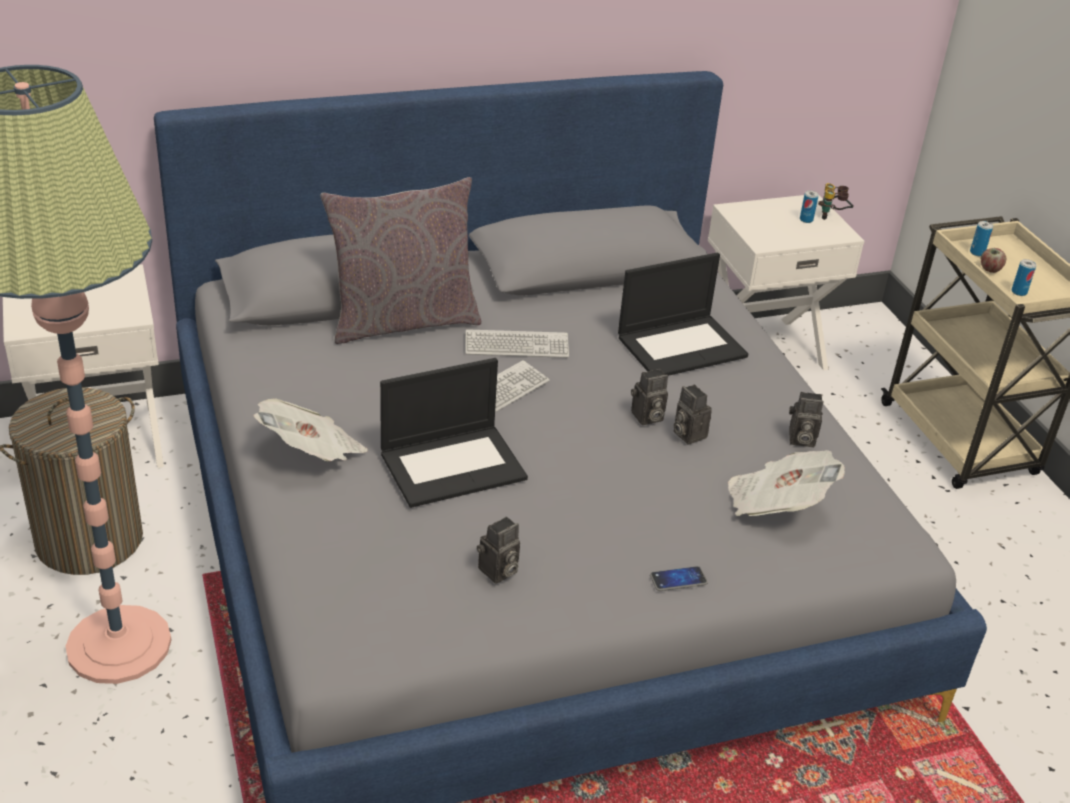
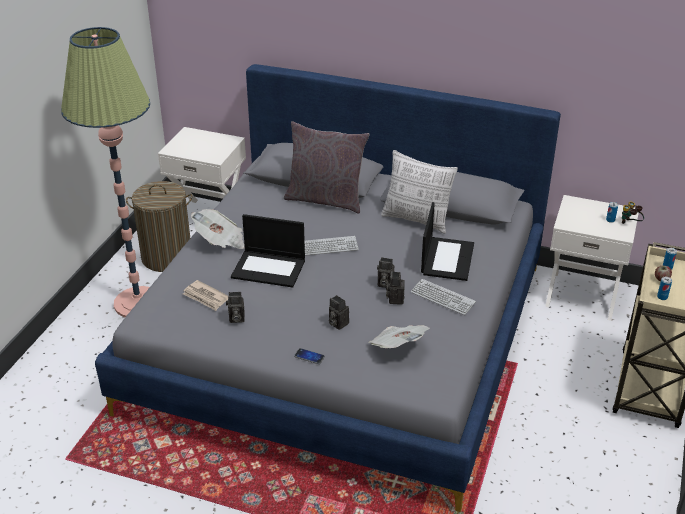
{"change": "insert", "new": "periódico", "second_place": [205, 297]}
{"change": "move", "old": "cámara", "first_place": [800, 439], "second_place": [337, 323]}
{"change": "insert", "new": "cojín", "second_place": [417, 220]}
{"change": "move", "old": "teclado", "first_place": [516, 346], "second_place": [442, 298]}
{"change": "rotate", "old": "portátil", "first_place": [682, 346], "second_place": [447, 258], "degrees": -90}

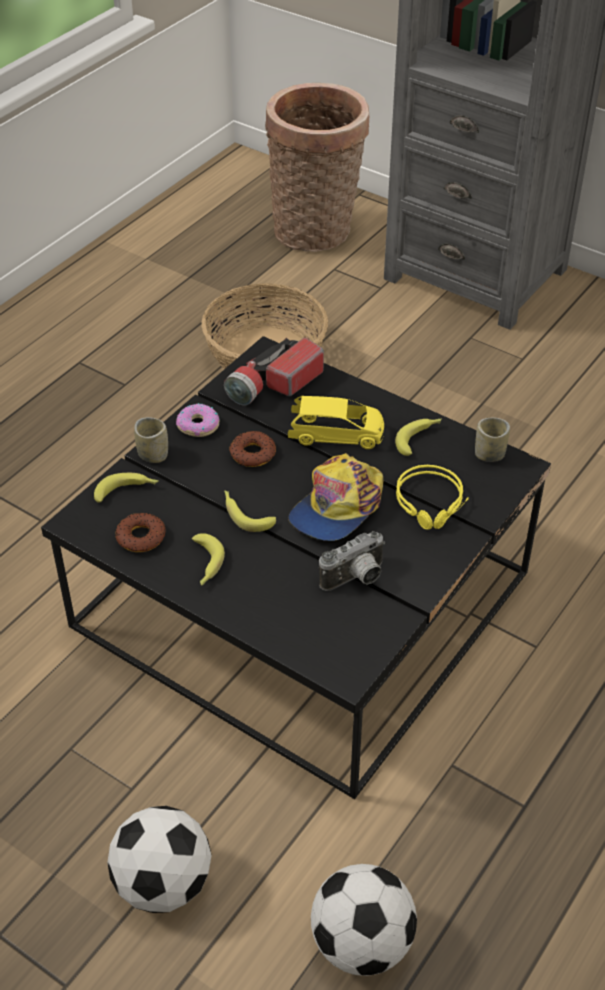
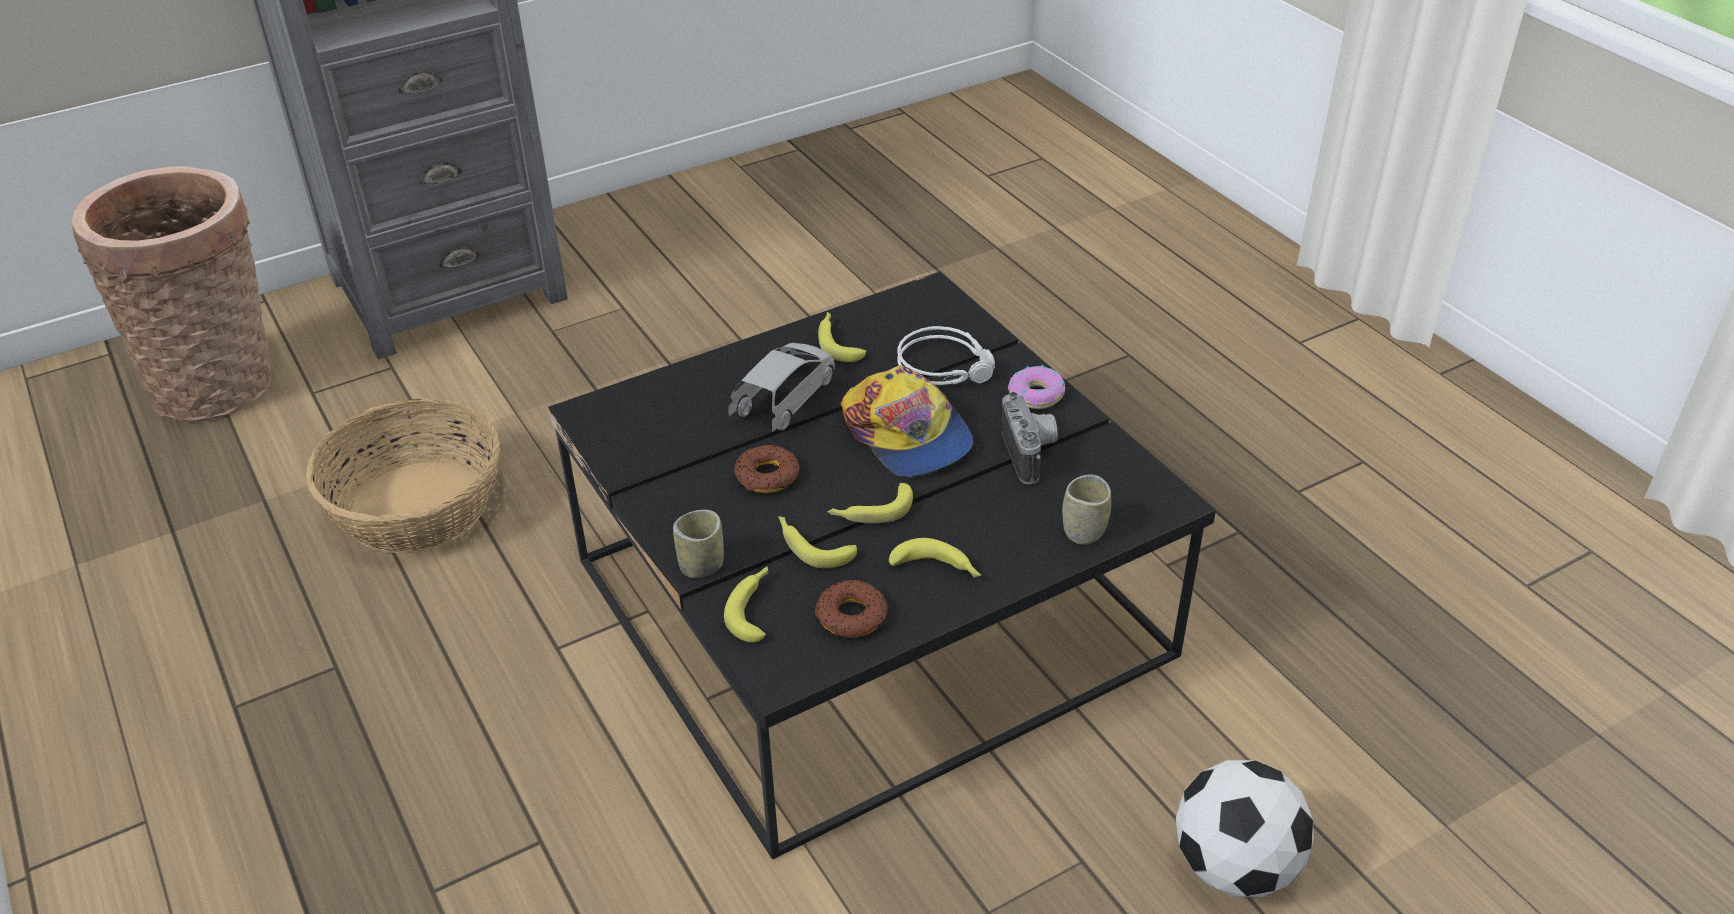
{"change": "recolor", "old": "coche de juguete (amarillo)", "new": "coche de juguete (gris)", "first_place": [336, 435], "second_place": [785, 400]}
{"change": "insert", "new": "plátano", "second_place": [812, 546]}
{"change": "recolor", "old": "auriculares (amarillo)", "new": "auriculares (gris)", "first_place": [431, 503], "second_place": [947, 365]}
{"change": "move", "old": "rosquilla", "first_place": [198, 425], "second_place": [1037, 395]}
{"change": "move", "old": "taza", "first_place": [489, 454], "second_place": [1084, 531]}
{"change": "delete", "old": "linterna", "first_place": [274, 384]}
{"change": "delete", "old": "balón de fútbol", "first_place": [361, 943]}

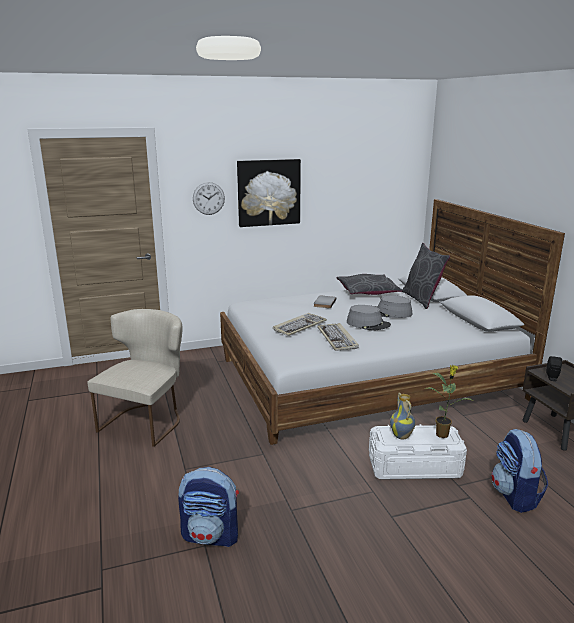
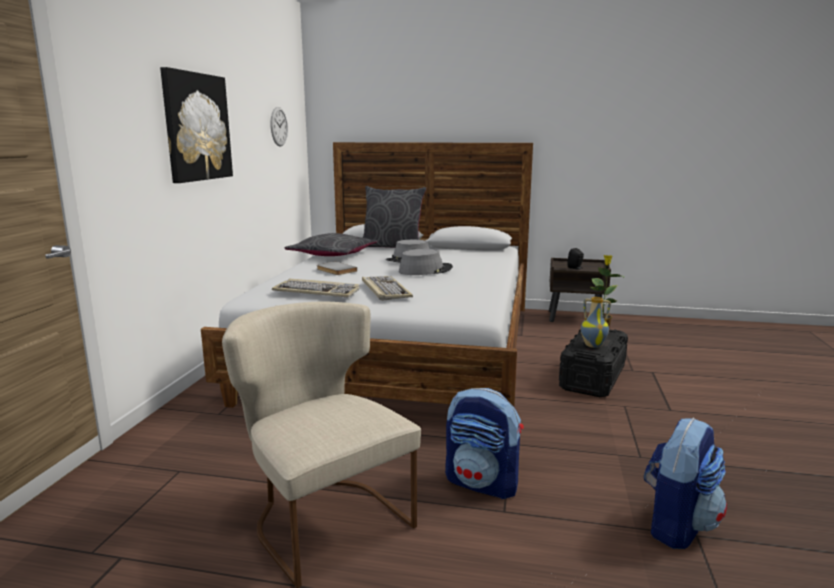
{"change": "move", "old": "reloj de pared", "first_place": [208, 198], "second_place": [278, 126]}
{"change": "move", "old": "teclado", "first_place": [337, 339], "second_place": [317, 291]}
{"change": "move", "old": "mochila", "first_place": [515, 496], "second_place": [483, 483]}
{"change": "recolor", "old": "caja de almacenaje (blanco)", "new": "caja de almacenaje (negro)", "first_place": [414, 467], "second_place": [593, 377]}

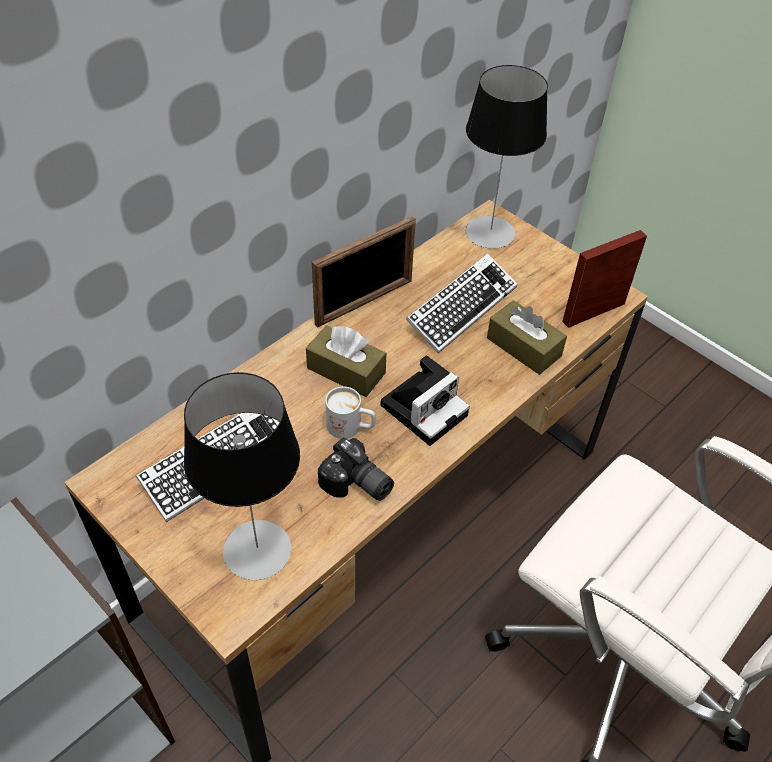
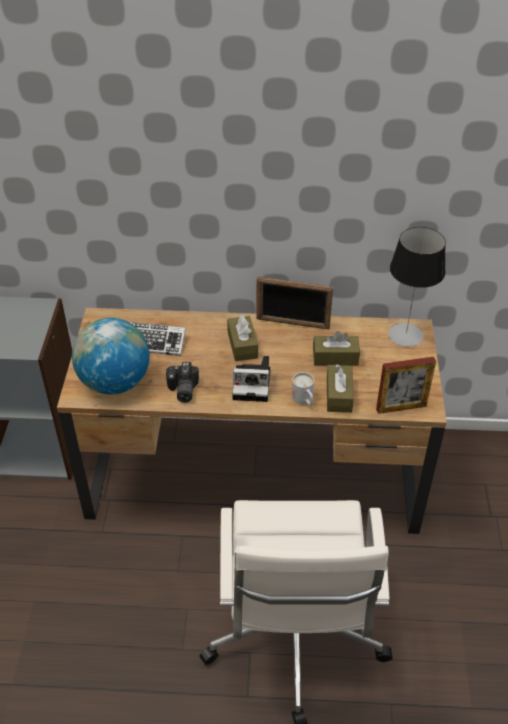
{"change": "replace", "old": "lámpara de mesa", "new": "globo terráqueo", "first_place": [257, 550], "second_place": [115, 382]}
{"change": "move", "old": "taza grande (blanco)", "first_place": [351, 427], "second_place": [304, 400]}
{"change": "replace", "old": "teclado", "new": "caja de pañuelos (marrón)", "first_place": [461, 308], "second_place": [335, 357]}
{"change": "rotate", "old": "portarretratos", "first_place": [593, 312], "second_place": [401, 407], "degrees": 150}

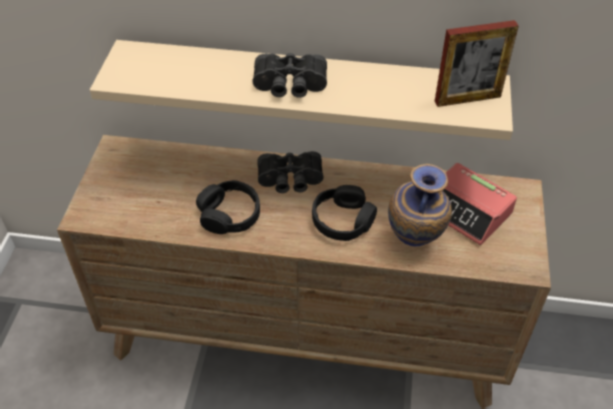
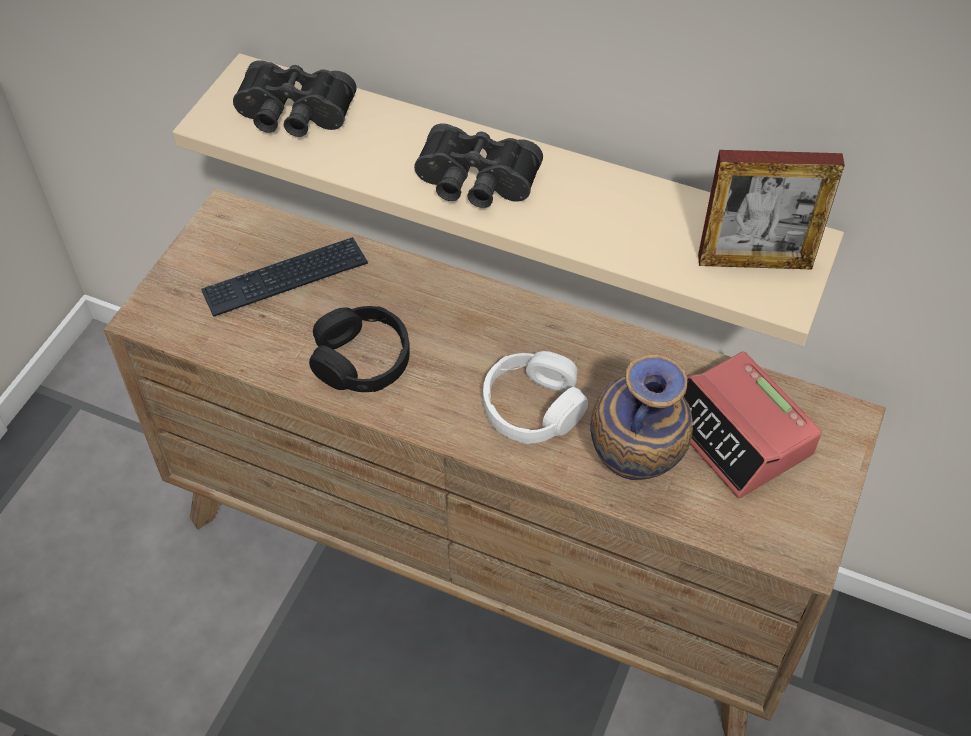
{"change": "insert", "new": "teclado", "second_place": [285, 278]}
{"change": "move", "old": "prismáticos (negro)", "first_place": [290, 181], "second_place": [293, 116]}
{"change": "recolor", "old": "auriculares (negro)", "new": "auriculares (blanco)", "first_place": [343, 220], "second_place": [532, 407]}

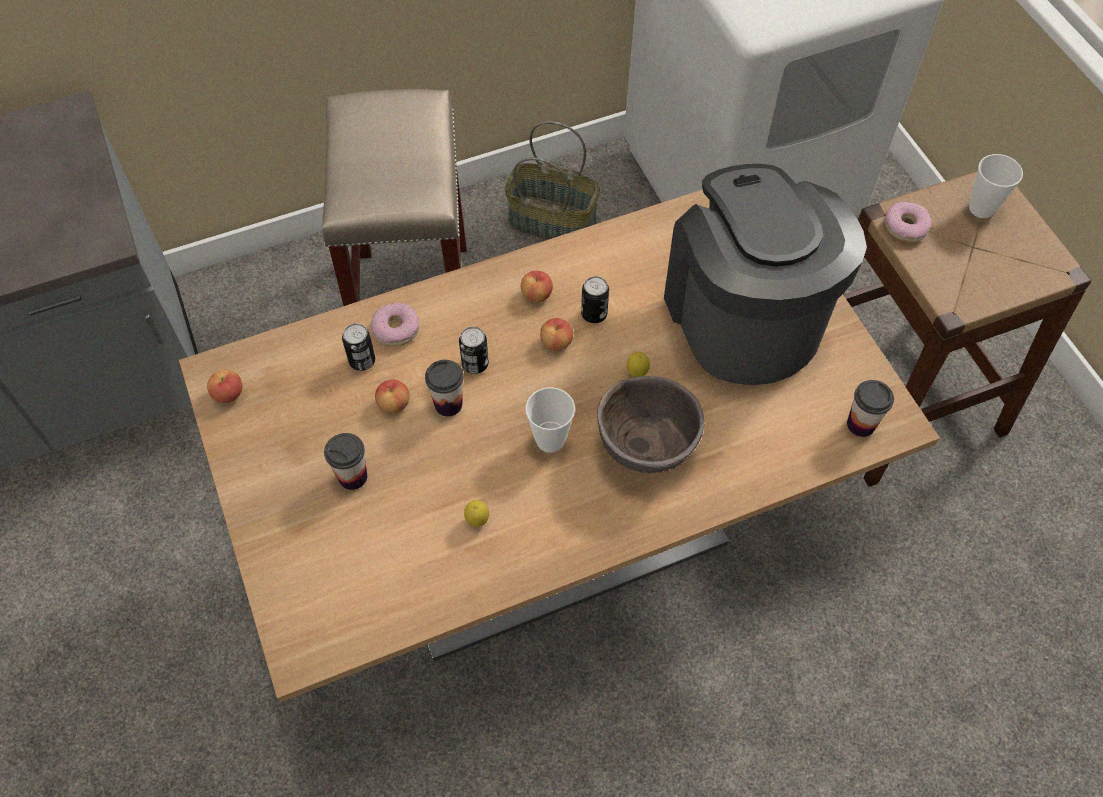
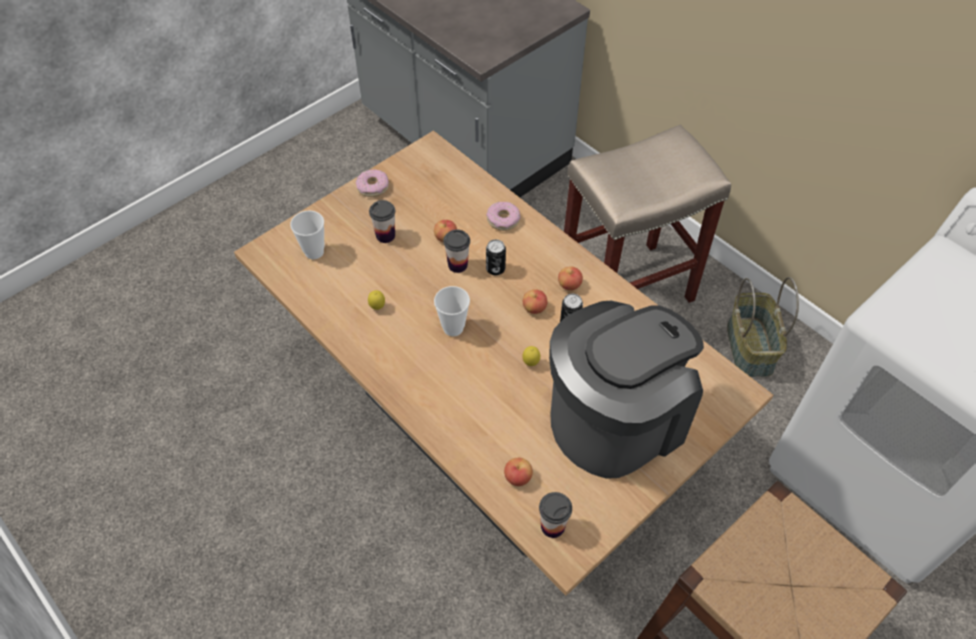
{"change": "move", "old": "taza", "first_place": [981, 208], "second_place": [314, 252]}
{"change": "move", "old": "rosquilla", "first_place": [906, 227], "second_place": [373, 187]}
{"change": "move", "old": "manzana", "first_place": [228, 394], "second_place": [518, 477]}
{"change": "delete", "old": "lata", "first_place": [362, 361]}
{"change": "delete", "old": "cuenco (marrón)", "first_place": [646, 448]}

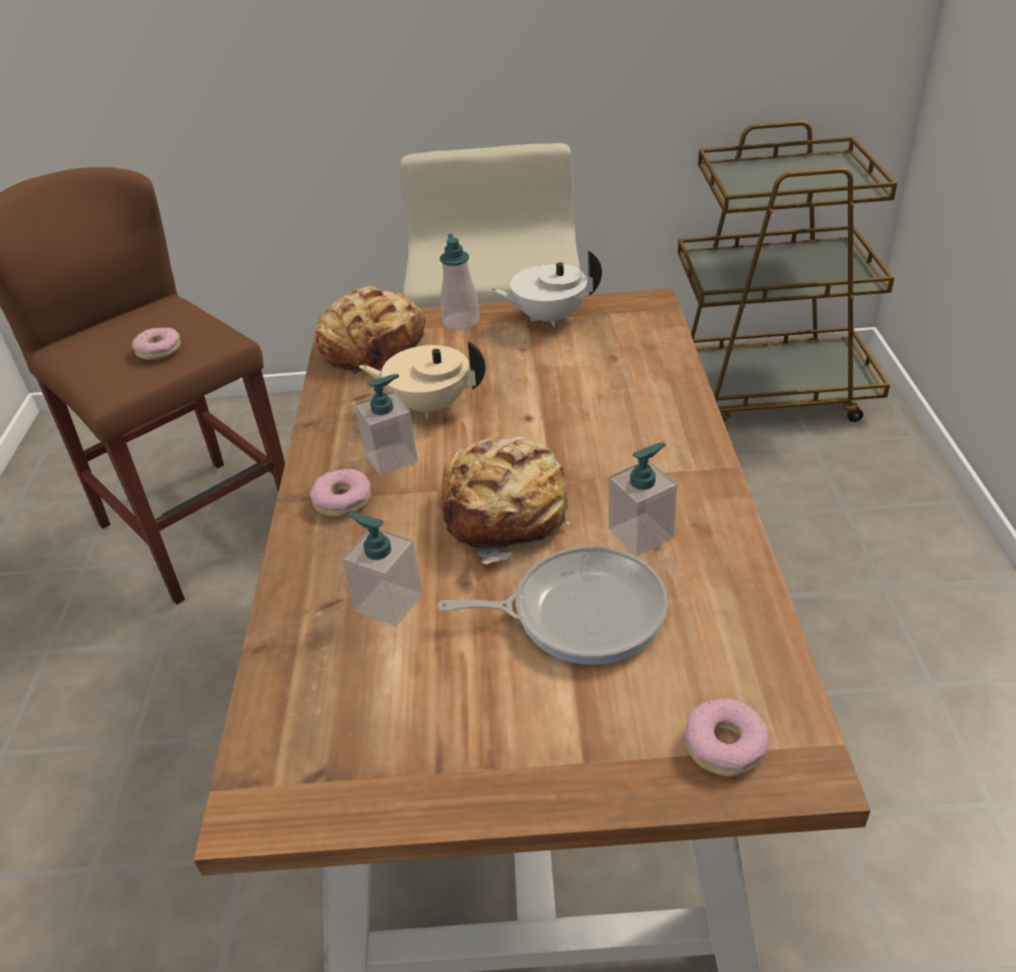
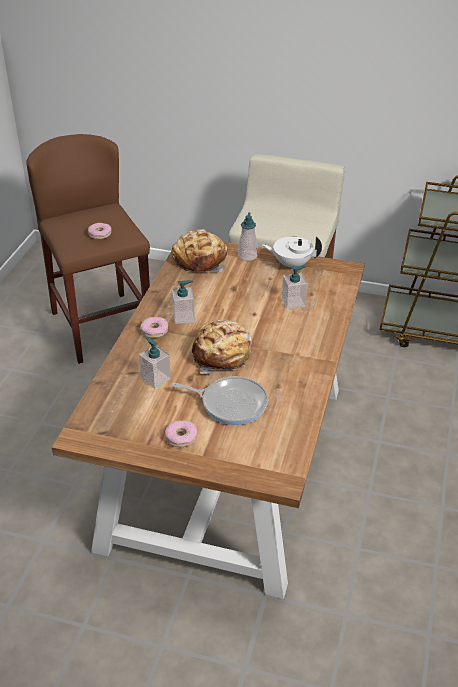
{"change": "move", "old": "rosquilla", "first_place": [724, 744], "second_place": [181, 437]}
{"change": "move", "old": "dispensador de jabón", "first_place": [641, 534], "second_place": [293, 302]}
{"change": "delete", "old": "tetera (beis)", "first_place": [429, 405]}

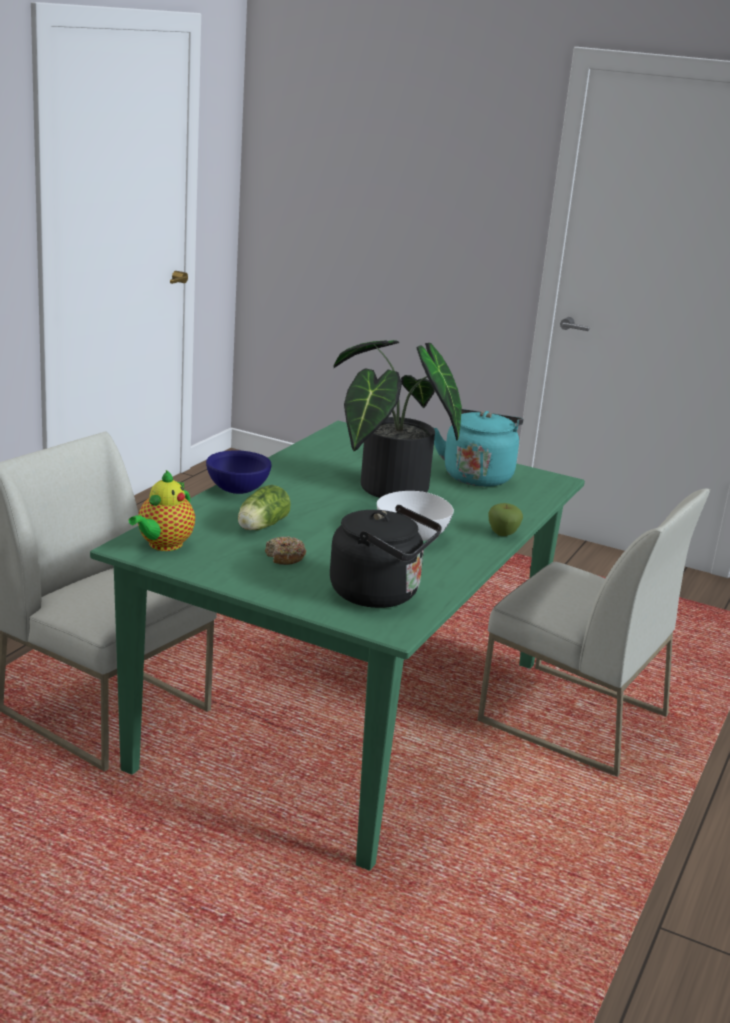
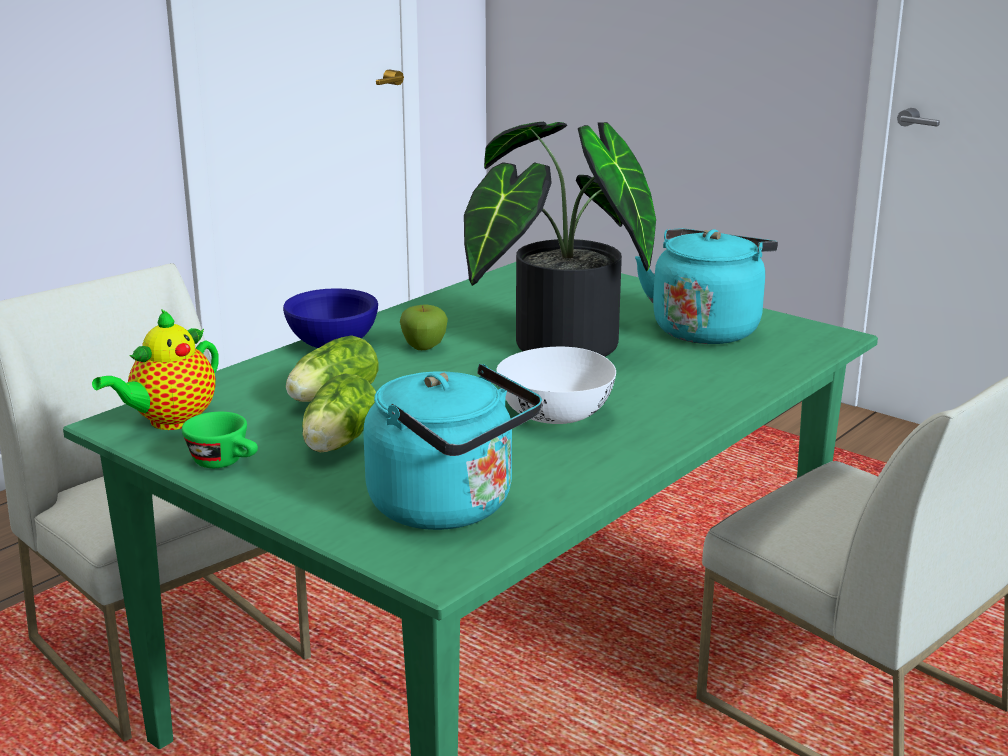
{"change": "insert", "new": "taza (verde)", "second_place": [225, 463]}
{"change": "replace", "old": "rosquilla", "new": "lechuga", "first_place": [285, 557], "second_place": [337, 444]}
{"change": "recolor", "old": "hervidor (negro)", "new": "hervidor (turquesa)", "first_place": [380, 595], "second_place": [450, 508]}
{"change": "move", "old": "manzana", "first_place": [503, 534], "second_place": [424, 347]}

